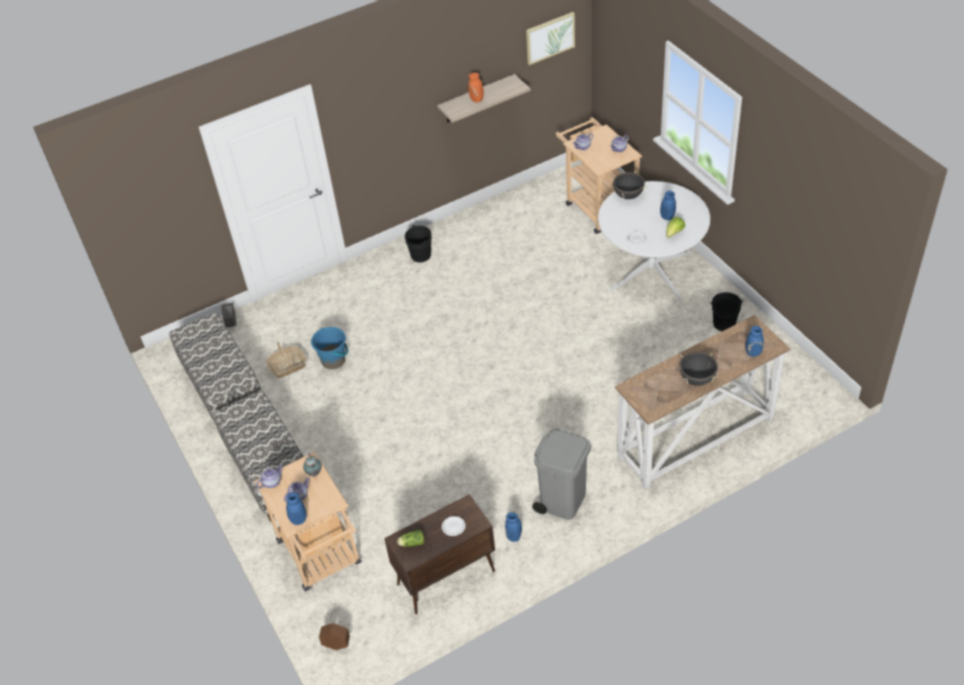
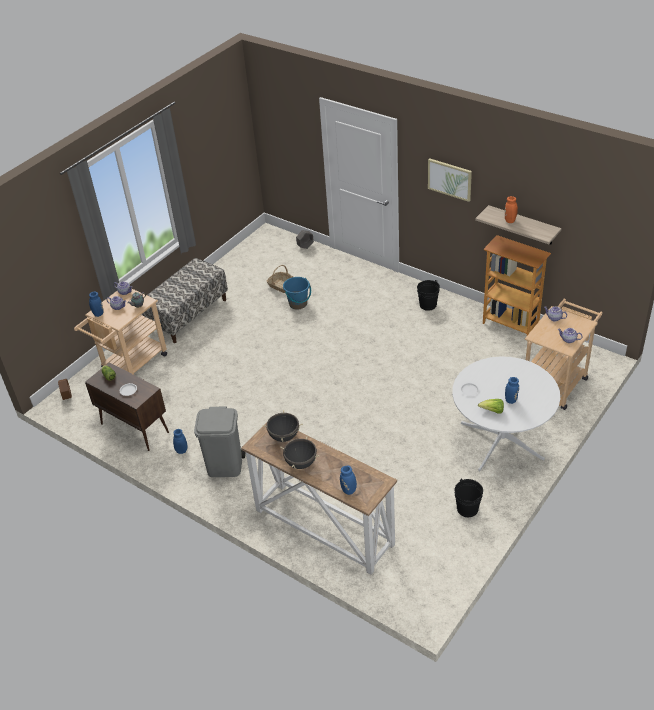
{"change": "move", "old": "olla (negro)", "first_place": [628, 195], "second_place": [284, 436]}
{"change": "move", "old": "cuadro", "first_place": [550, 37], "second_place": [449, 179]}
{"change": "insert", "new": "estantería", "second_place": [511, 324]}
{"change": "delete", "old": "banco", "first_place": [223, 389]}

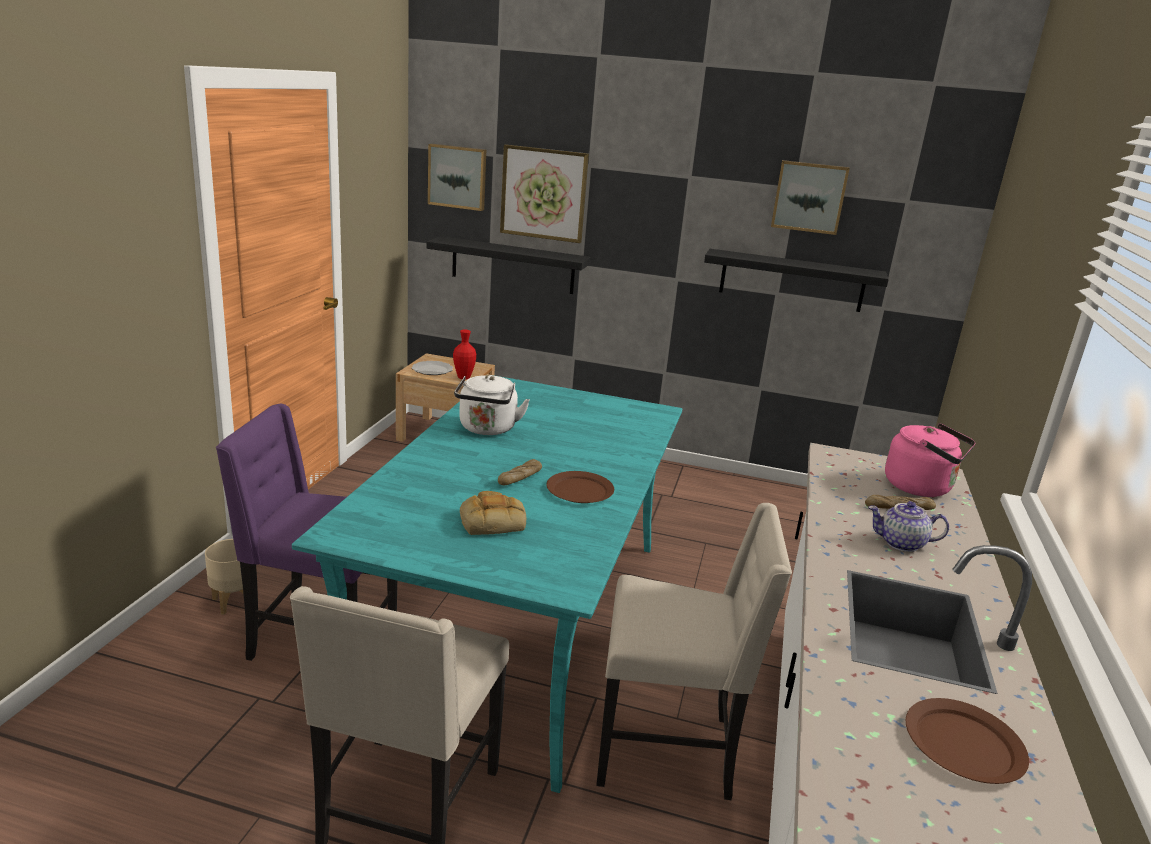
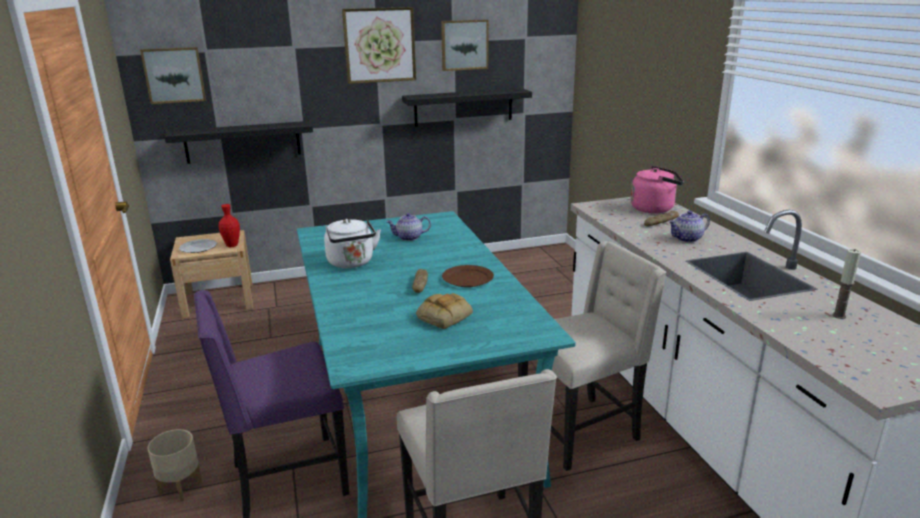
{"change": "move", "old": "cuadro", "first_place": [543, 193], "second_place": [379, 45]}
{"change": "insert", "new": "tetera", "second_place": [409, 238]}
{"change": "replace", "old": "plato (marrón)", "new": "vela", "first_place": [964, 745], "second_place": [839, 315]}

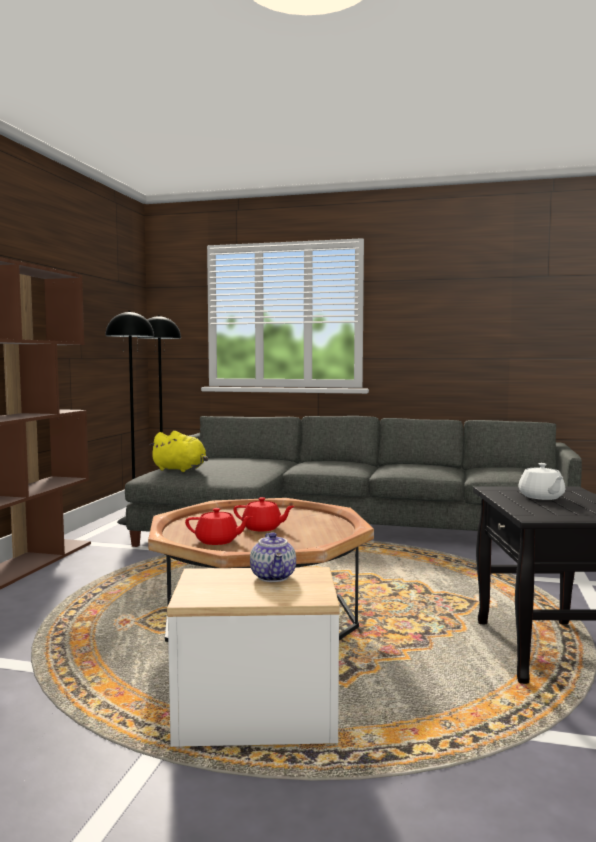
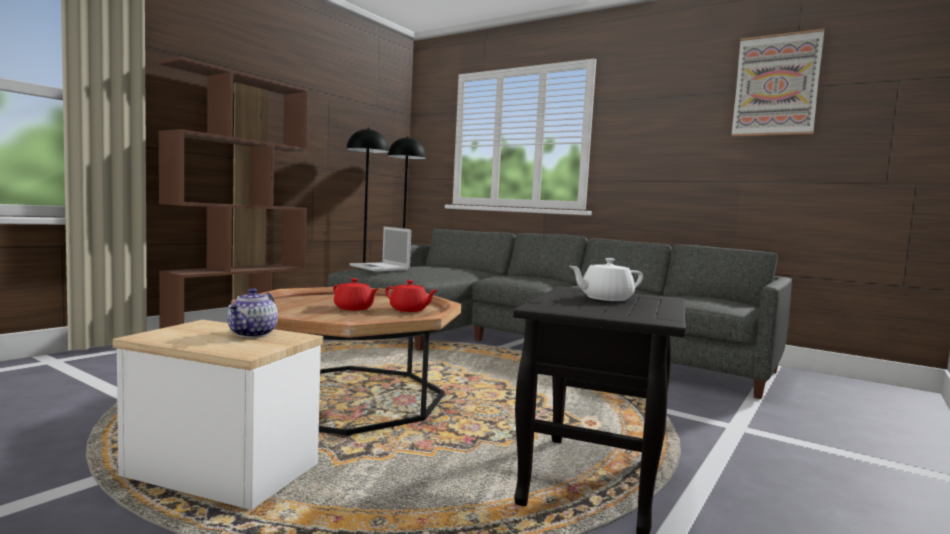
{"change": "replace", "old": "peluche (amarillo)", "new": "portátil", "first_place": [181, 470], "second_place": [380, 268]}
{"change": "move", "old": "tetera (rojo)", "first_place": [218, 541], "second_place": [409, 310]}
{"change": "rotate", "old": "tetera (blanco)", "first_place": [541, 497], "second_place": [605, 298], "degrees": 60}
{"change": "insert", "new": "cuadro", "second_place": [776, 85]}

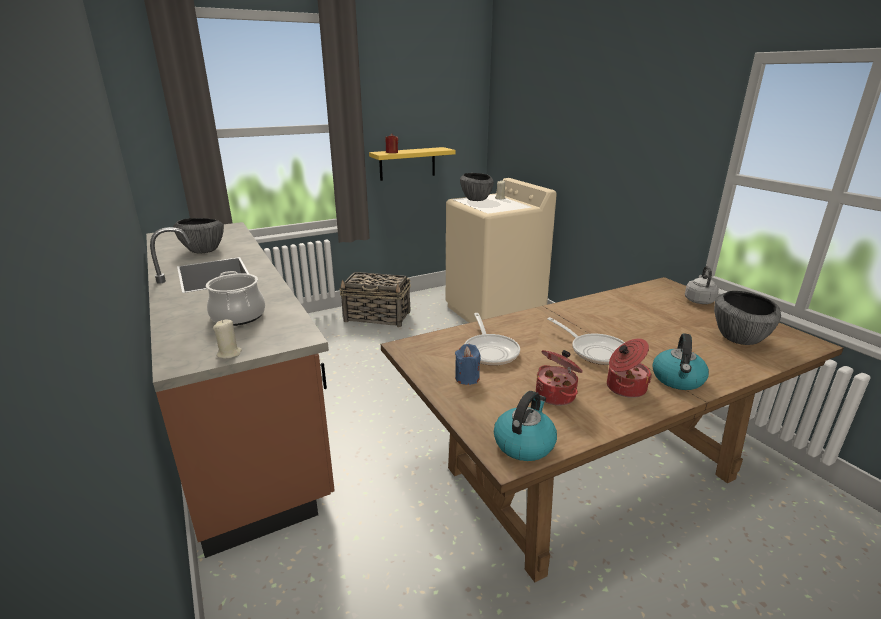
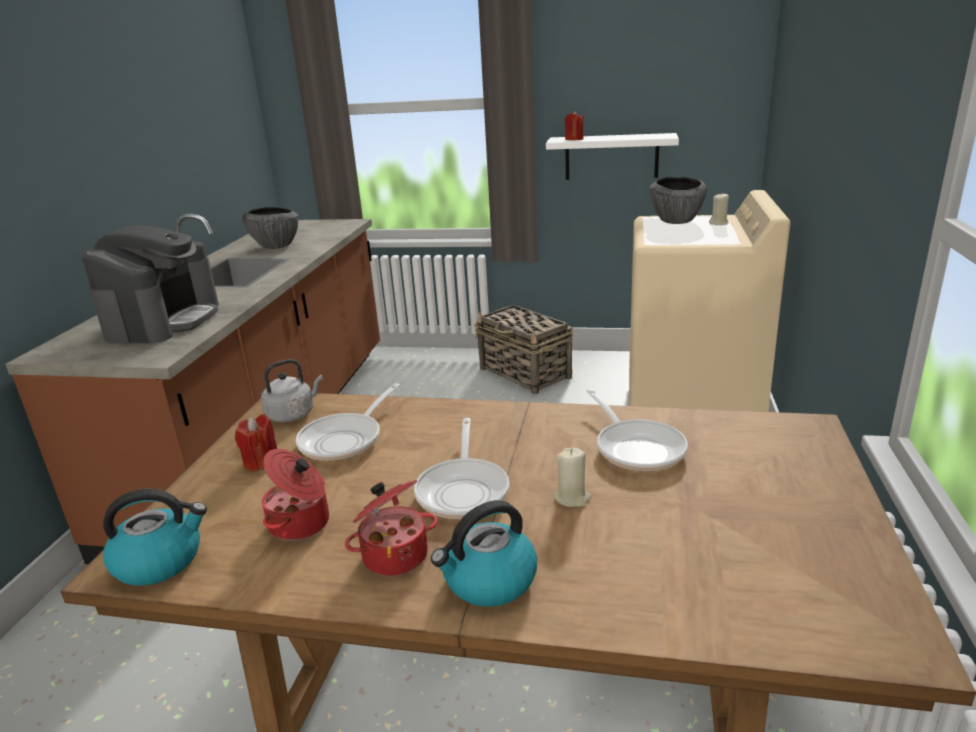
{"change": "replace", "old": "olla", "new": "cafetera", "first_place": [238, 316], "second_place": [164, 320]}
{"change": "recolor", "old": "vela (azul)", "new": "vela (rojo)", "first_place": [467, 378], "second_place": [261, 461]}
{"change": "move", "old": "hervidor (gris)", "first_place": [698, 300], "second_place": [293, 414]}
{"change": "recolor", "old": "estante (amarillo)", "new": "estante (blanco)", "first_place": [407, 163], "second_place": [611, 157]}
{"change": "move", "old": "vela (beis)", "first_place": [229, 353], "second_place": [572, 498]}
{"change": "insert", "new": "sartén", "second_place": [636, 447]}
{"change": "delete", "old": "cuenco", "first_place": [739, 339]}

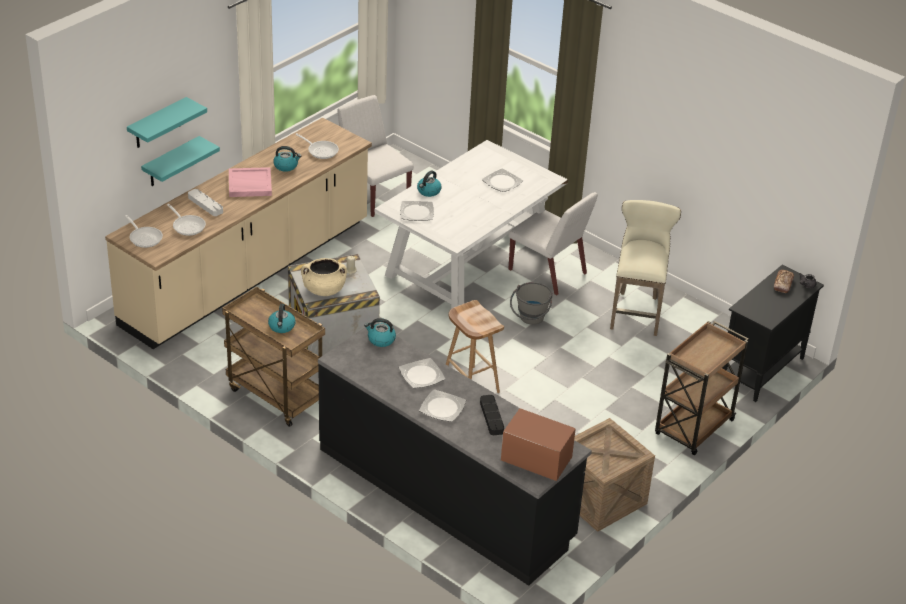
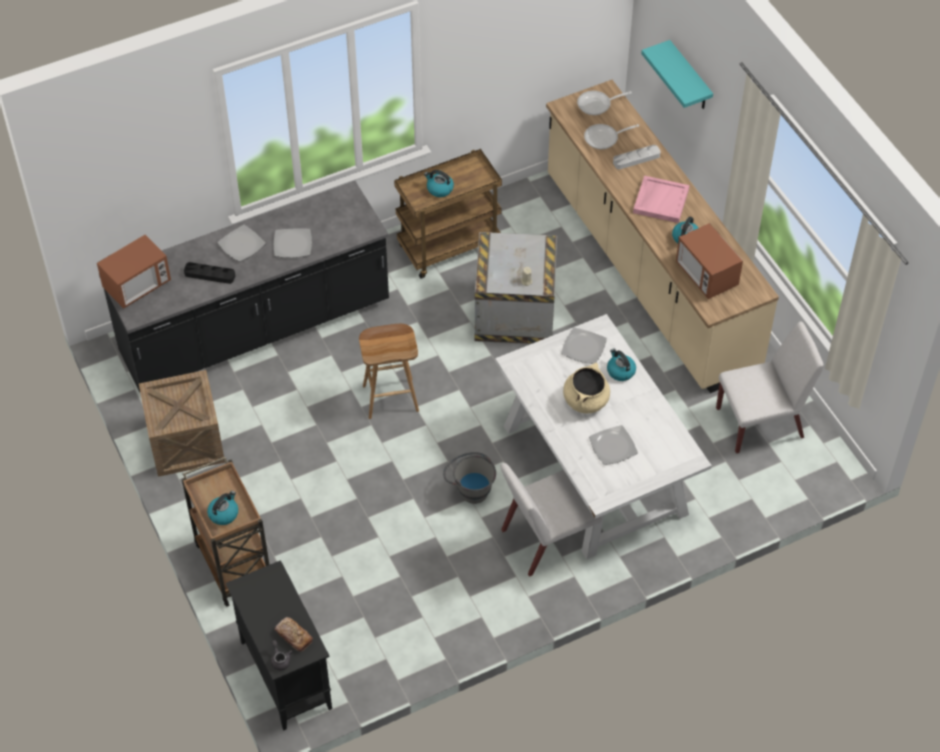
{"change": "move", "old": "hervidor", "first_place": [381, 340], "second_place": [224, 513]}
{"change": "move", "old": "olla (beis)", "first_place": [324, 290], "second_place": [585, 400]}
{"change": "replace", "old": "sartén", "new": "microondas", "first_place": [321, 150], "second_place": [706, 275]}
{"change": "delete", "old": "estante (turquesa)", "first_place": [171, 162]}
{"change": "delete", "old": "taburete (beis)", "first_place": [636, 311]}

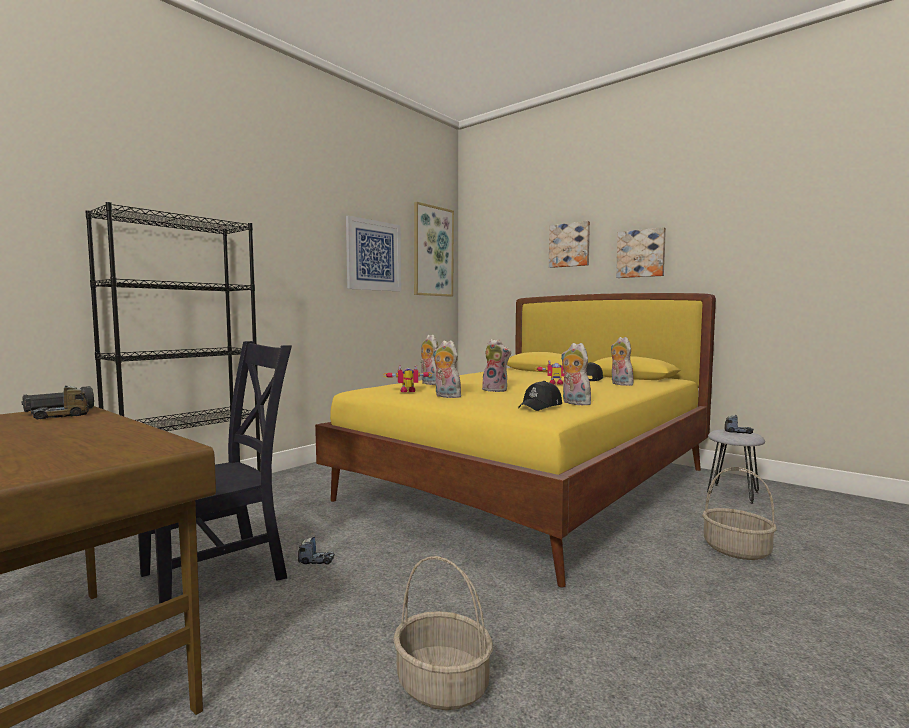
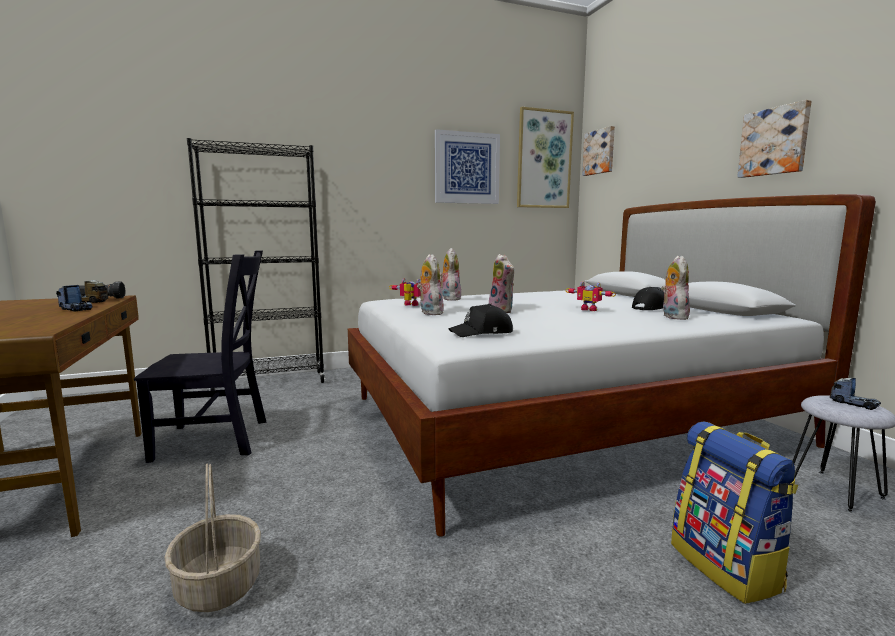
{"change": "move", "old": "camión de juguete", "first_place": [316, 561], "second_place": [76, 309]}
{"change": "recolor", "old": "cama (amarillo)", "new": "cama (blanco)", "first_place": [533, 485], "second_place": [563, 422]}
{"change": "move", "old": "cuadro", "first_place": [570, 245], "second_place": [599, 152]}
{"change": "replace", "old": "cesta", "new": "mochila", "first_place": [737, 550], "second_place": [726, 567]}
{"change": "delete", "old": "peluche", "first_place": [574, 403]}

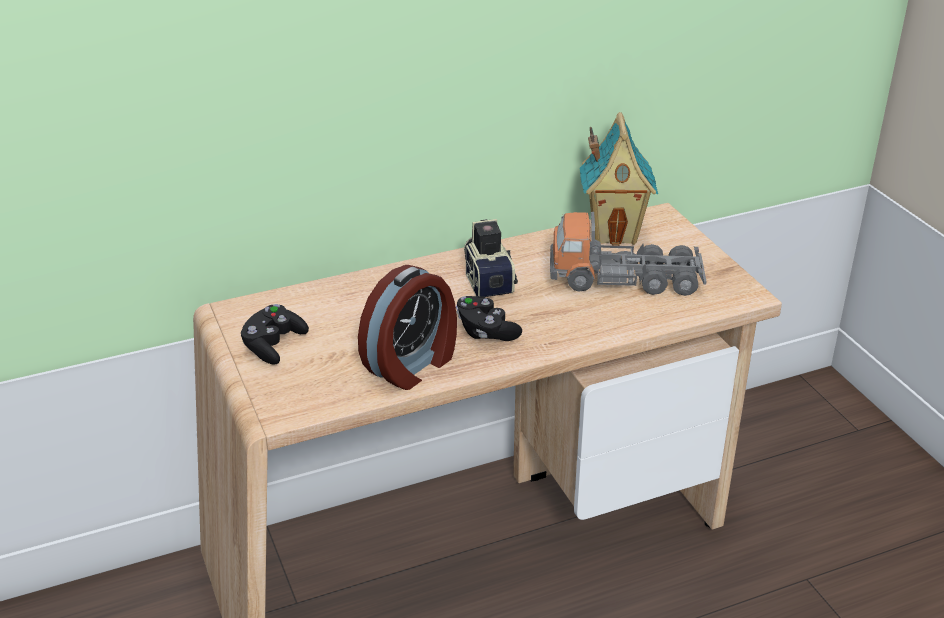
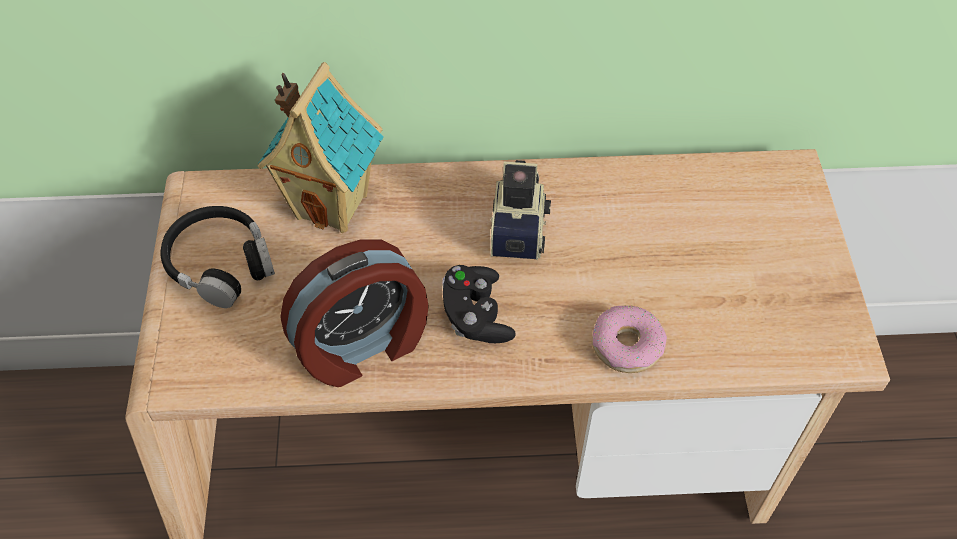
{"change": "replace", "old": "mando de consola (negro)", "new": "auriculares (negro)", "first_place": [273, 346], "second_place": [220, 263]}
{"change": "move", "old": "casita", "first_place": [614, 233], "second_place": [333, 205]}
{"change": "insert", "new": "rosquilla", "second_place": [627, 345]}
{"change": "delete", "old": "camión de juguete", "first_place": [625, 279]}

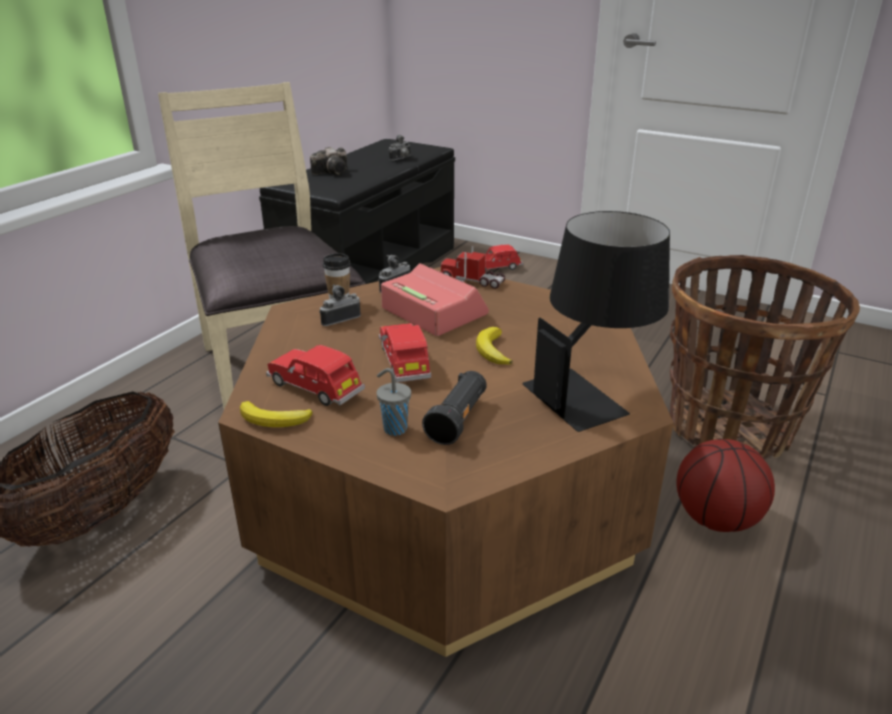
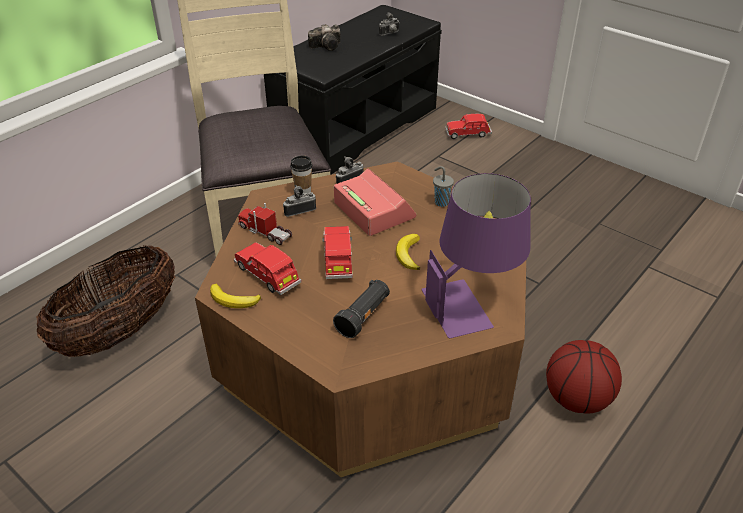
{"change": "move", "old": "camión de juguete", "first_place": [472, 280], "second_place": [265, 232]}
{"change": "recolor", "old": "lámpara de mesa (negro)", "new": "lámpara de mesa (morado)", "first_place": [591, 392], "second_place": [471, 303]}
{"change": "move", "old": "taza (gris)", "first_place": [394, 428], "second_place": [440, 202]}
{"change": "delete", "old": "cesta", "first_place": [729, 427]}

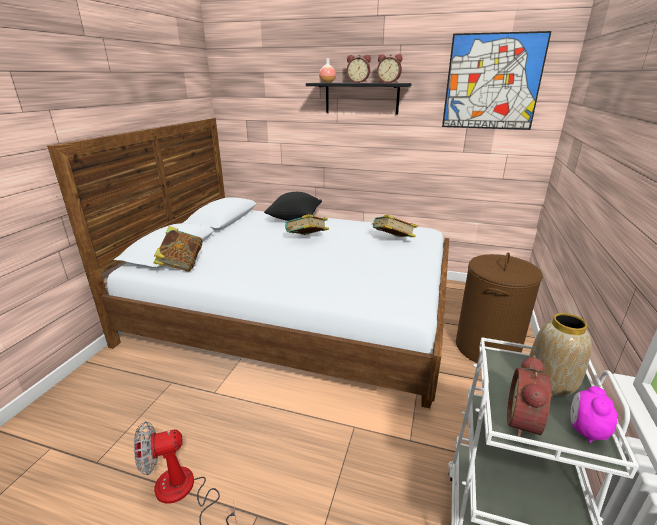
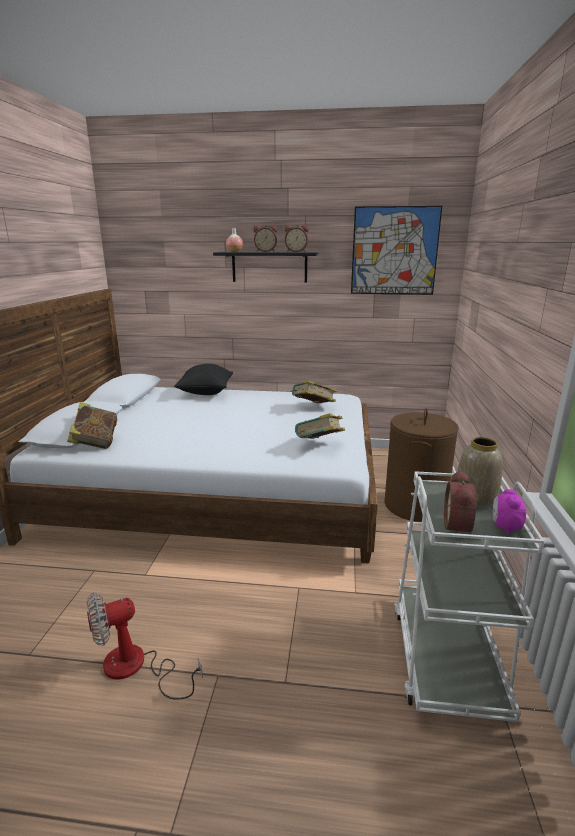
{"change": "move", "old": "libro", "first_place": [307, 239], "second_place": [319, 445]}

